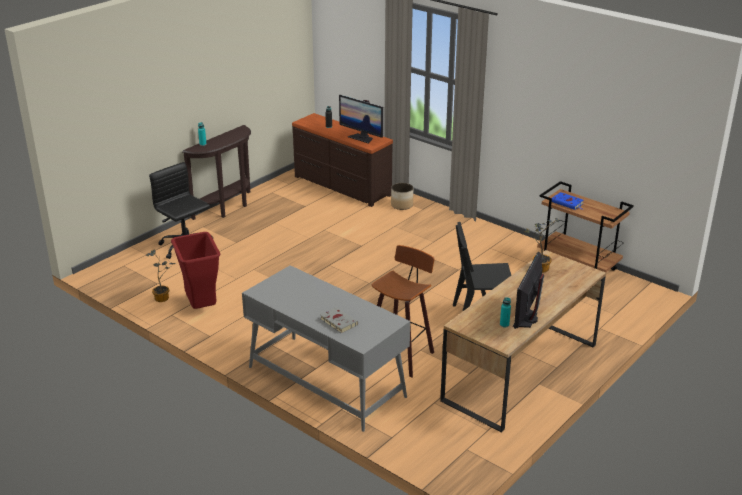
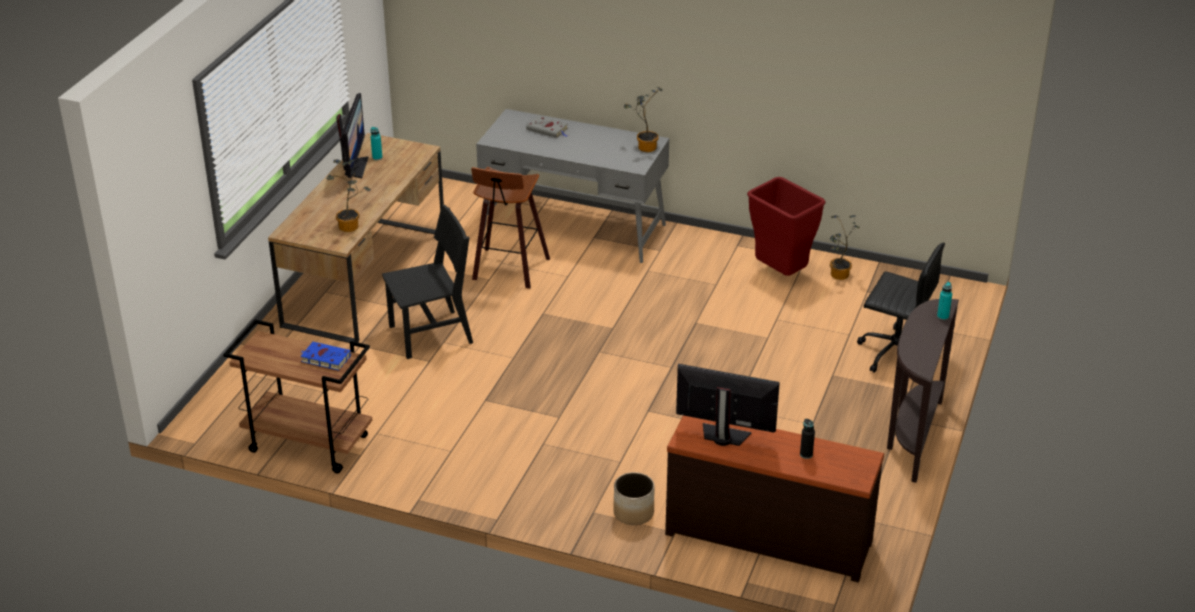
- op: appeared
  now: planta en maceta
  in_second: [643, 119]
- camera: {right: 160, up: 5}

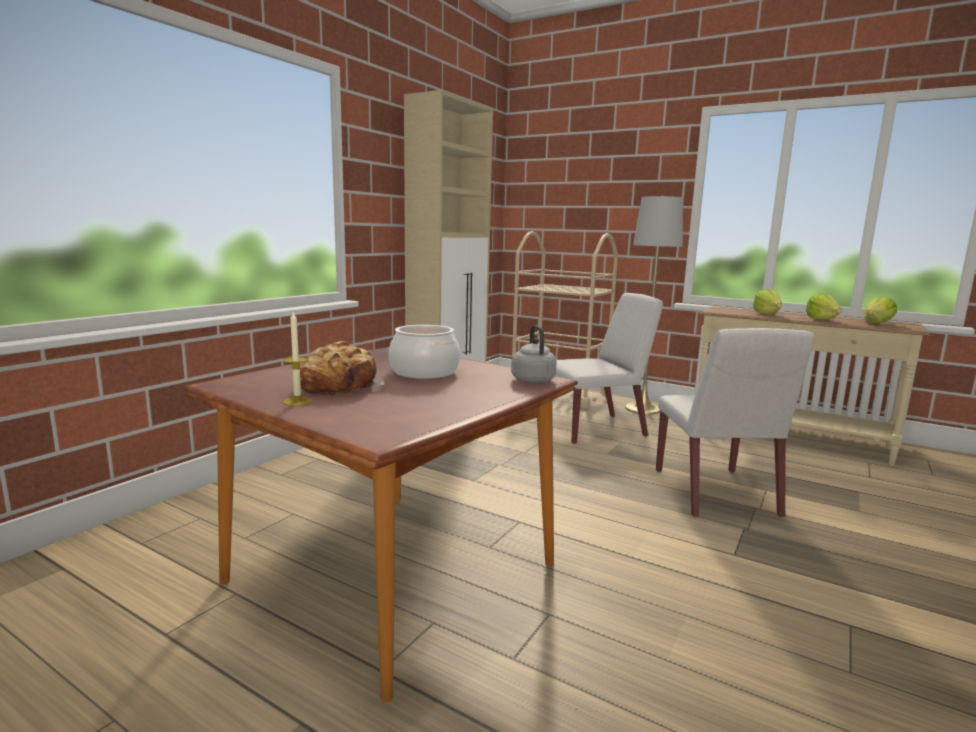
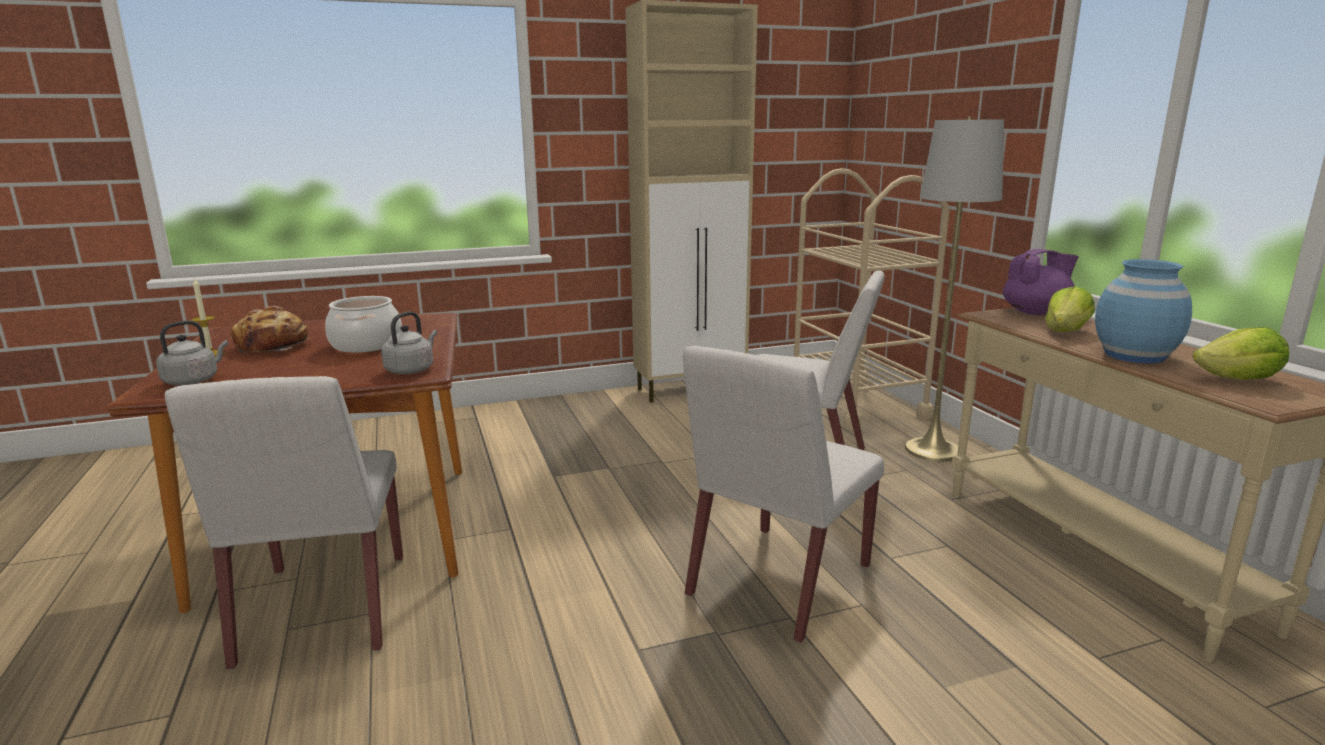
- op: appeared
  now: hervidor/gris
  in_second: [192, 352]
- op: appeared
  now: silla/blanco
  in_second: [284, 523]
- op: appeared
  now: tetera/morado
  in_second: [1041, 282]
- op: exchanged
  was: lechuga
  now: florero/azul
  in_first: [823, 306]
  in_second: [1143, 311]
- camera: {right: 40, up: 5}

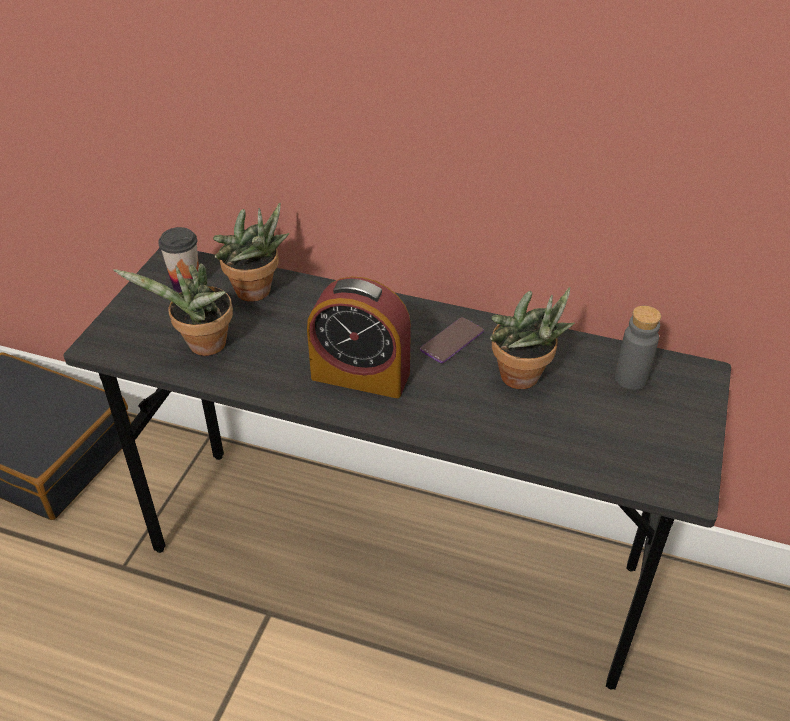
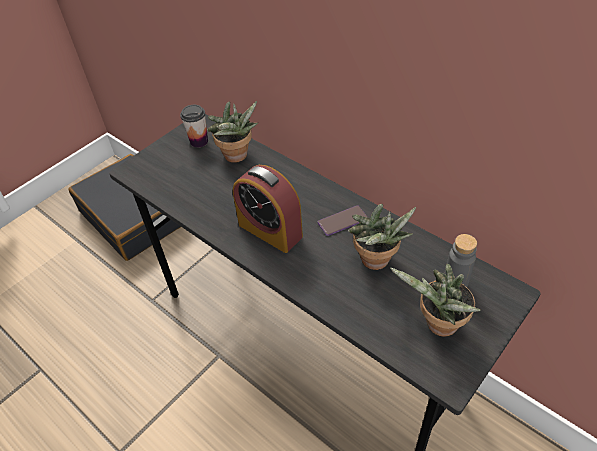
- op: relocated
  was: planta en maceta
  in_first: [173, 309]
  in_second: [435, 300]
- camera: {right: 25, up: 5}

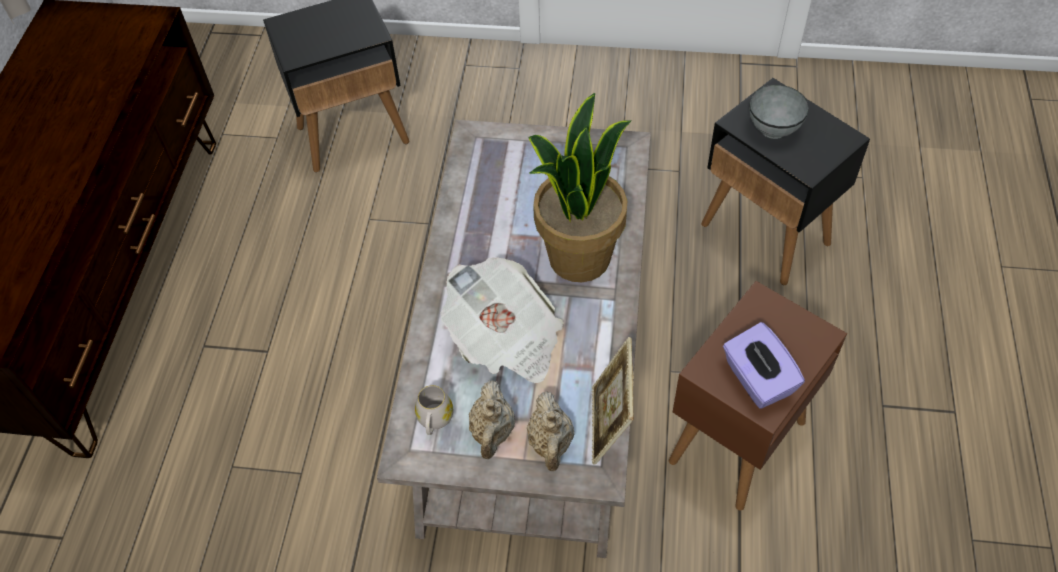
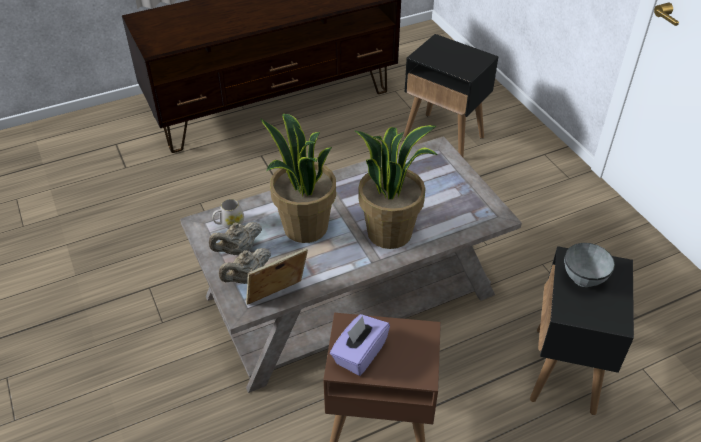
- op: exchanged
  was: periódico
  now: planta en maceta
  in_first: [502, 320]
  in_second: [298, 178]
- camera: {right: 55, up: -10}

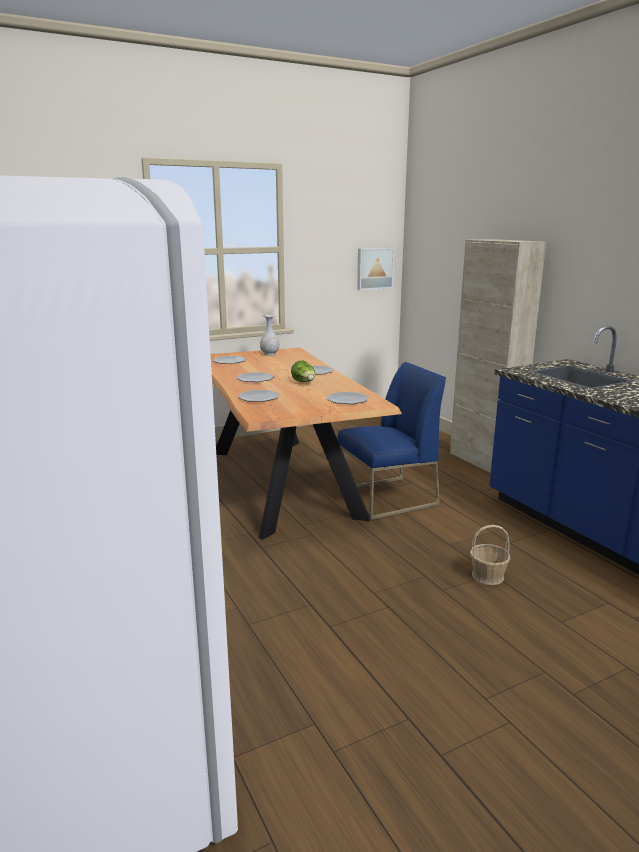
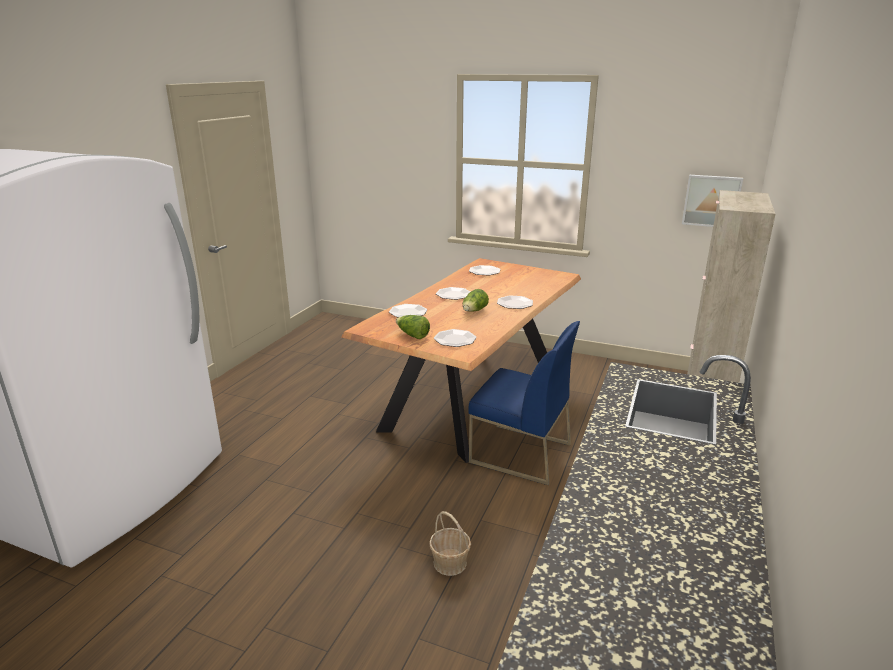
- op: missing
  was: florero/blanco
  in_first: [270, 335]
- op: appeared
  now: lechuga
  in_second: [413, 327]
- camera: {right: 50, up: 5}

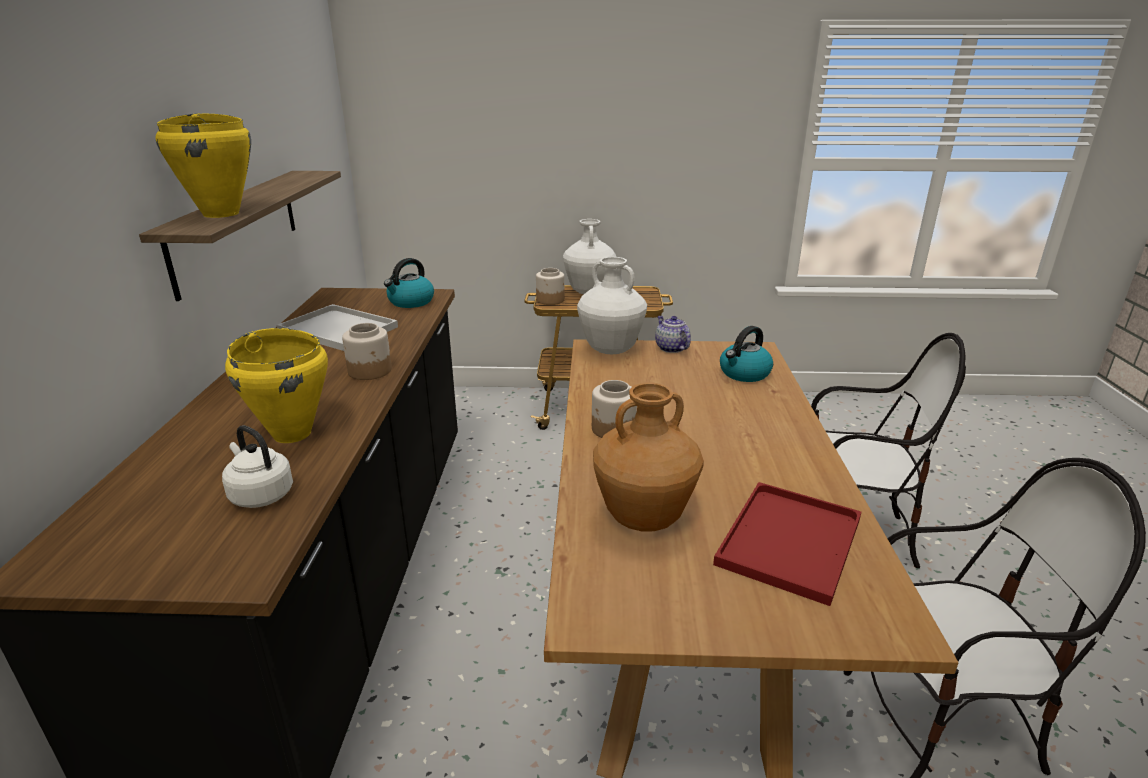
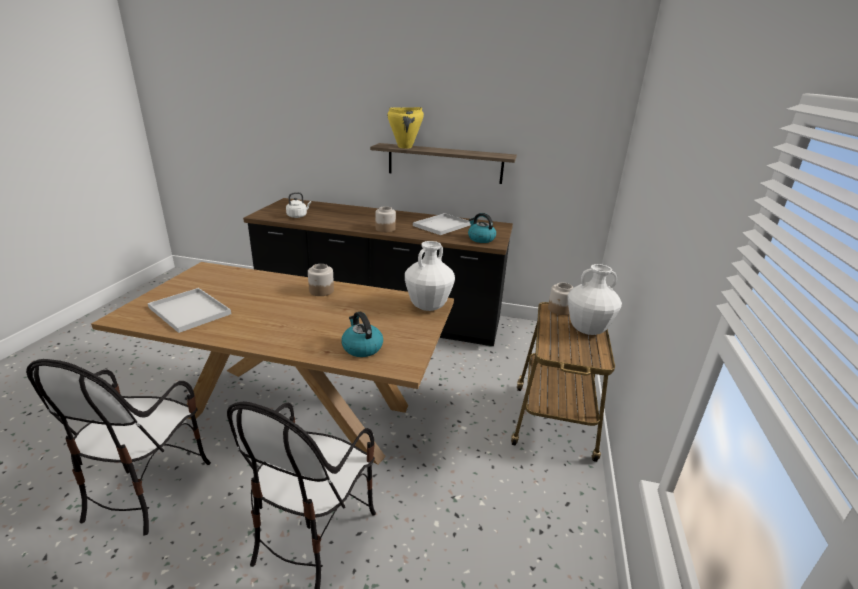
- op: missing
  was: olla/amarillo
  in_first: [276, 385]
- op: missing
  was: florero/marrón
  in_first: [648, 457]
- op: missing
  was: tetera
  in_first: [673, 334]
- op: colour
  was: bandeja/rojo
  now: bandeja/blanco
  in_first: [787, 544]
  in_second: [189, 310]
- camera: {right: 100, up: 0}

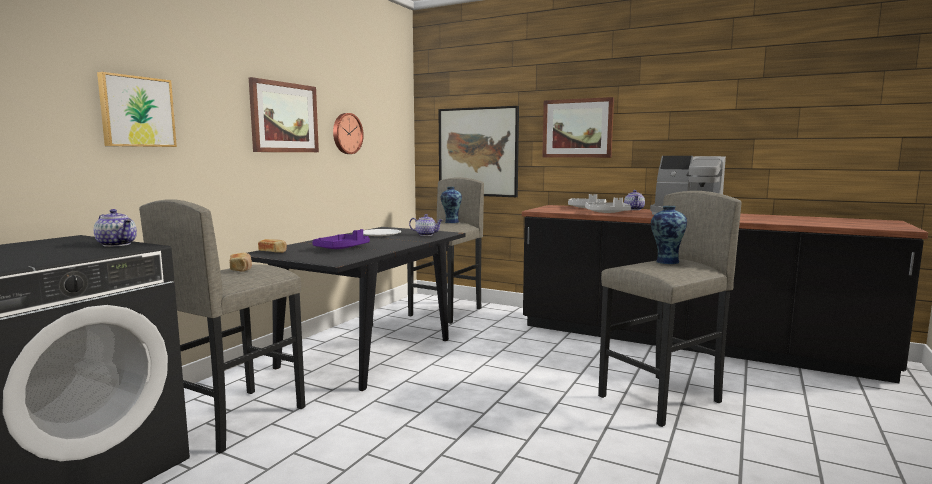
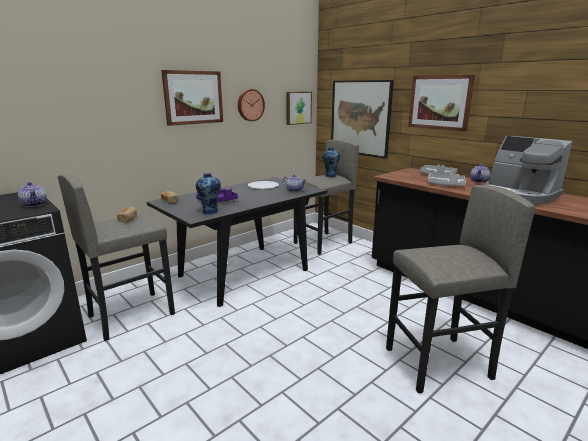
- op: relocated
  was: cuadro
  in_first: [137, 109]
  in_second: [299, 108]
- op: relocated
  was: florero
  in_first: [669, 235]
  in_second: [208, 194]
- camera: {right: 20, up: 10}

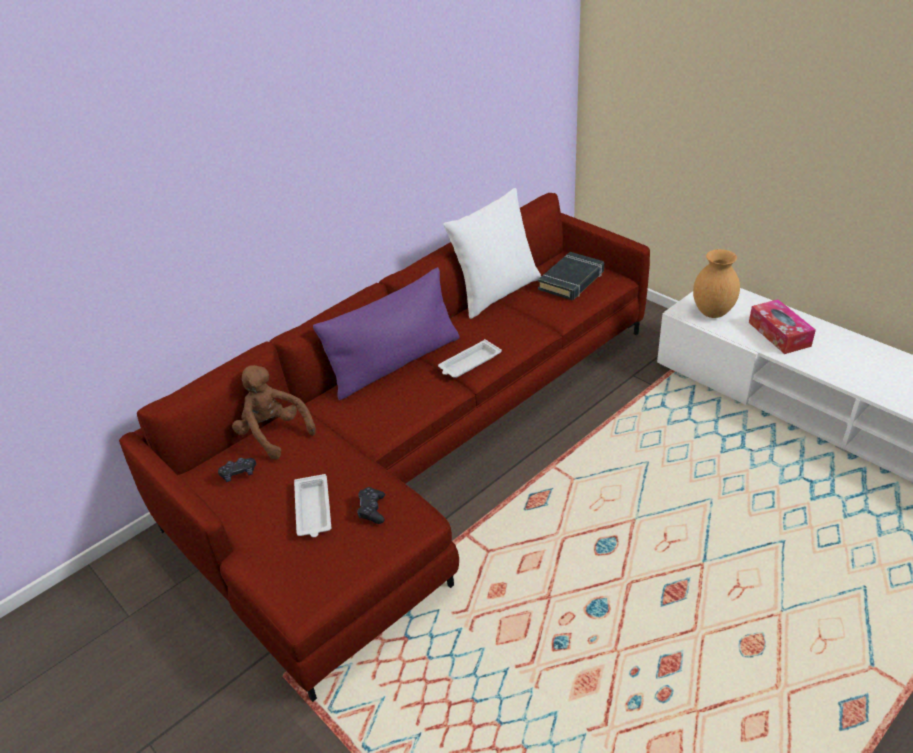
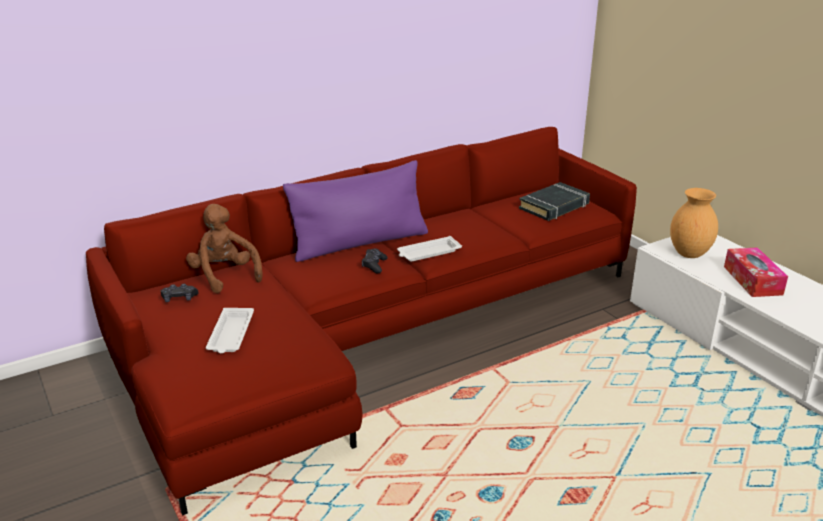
- op: missing
  was: cojín/blanco
  in_first: [492, 253]
- op: relocated
  was: mando de consola/negro
  in_first: [371, 505]
  in_second: [375, 260]
- camera: {right: 10, up: -10}

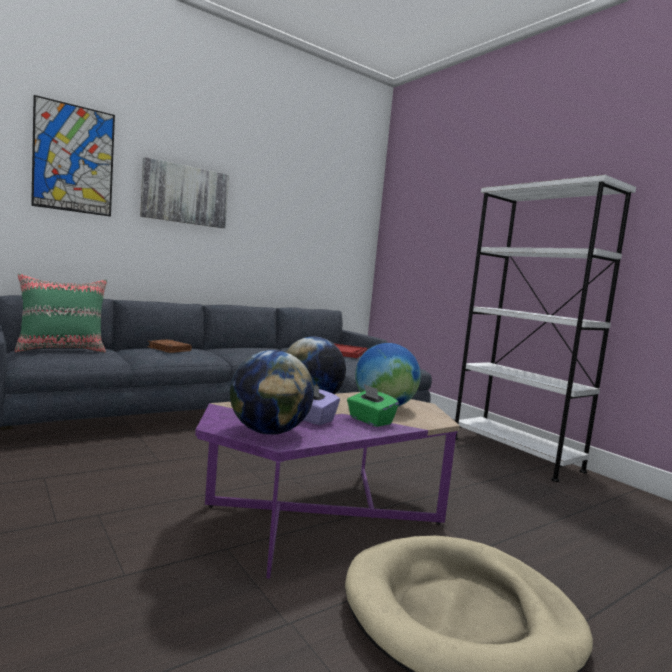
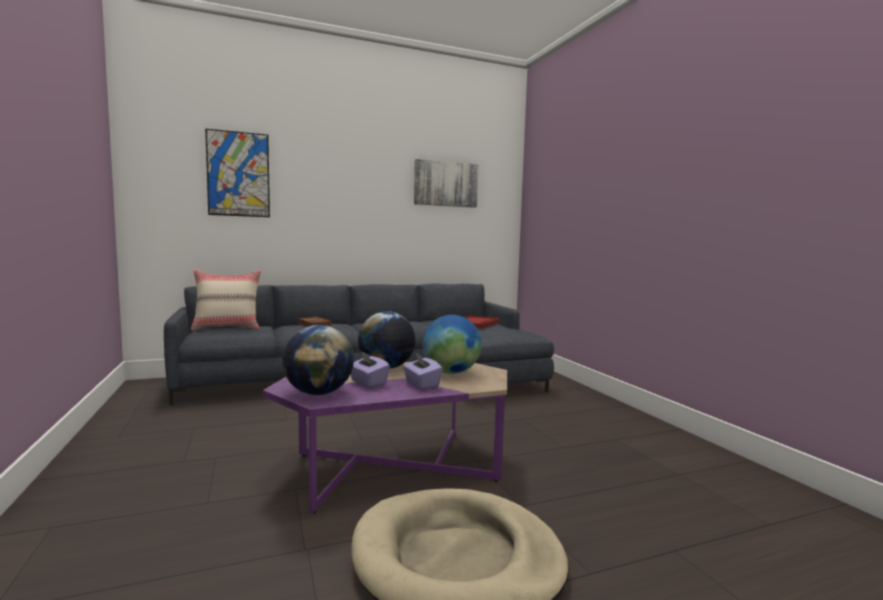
- op: missing
  was: estantería/blanco
  in_first: [545, 328]
- op: relocated
  was: cuadro
  in_first: [184, 192]
  in_second: [446, 183]
- op: colour
  was: cojín/verde
  now: cojín/beis
  in_first: [61, 313]
  in_second: [226, 300]
- op: colour
  was: caja de pañuelos/verde
  now: caja de pañuelos/morado
  in_first: [373, 405]
  in_second: [422, 371]
- camera: {right: 15, up: 0}

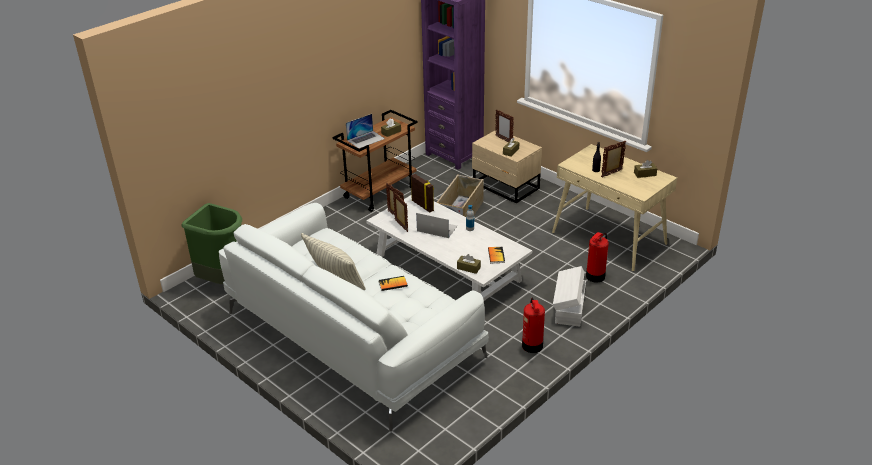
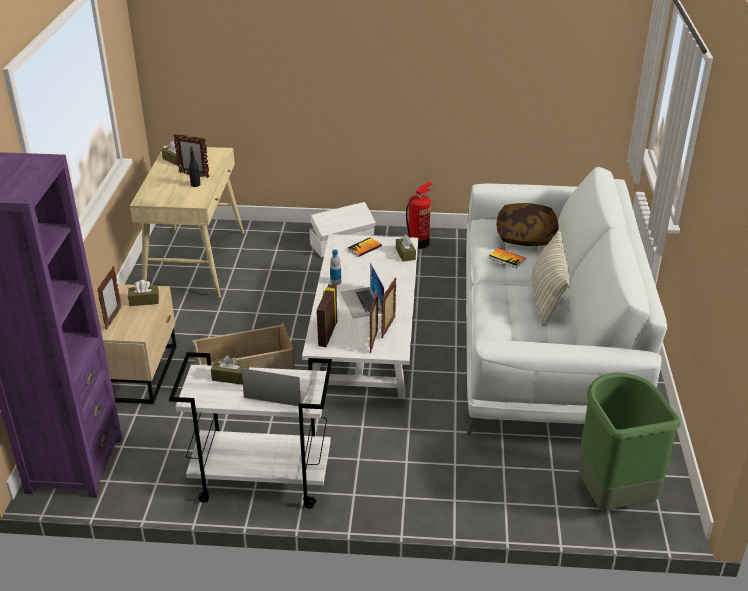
- op: missing
  was: extintor
  in_first: [597, 257]
- op: appeared
  now: cojín
  in_second: [527, 224]
- op: colour
  was: carrito/marrón
  now: carrito/blanco
  in_first: [375, 161]
  in_second: [250, 430]
- camera: {right: -130, up: 0}

